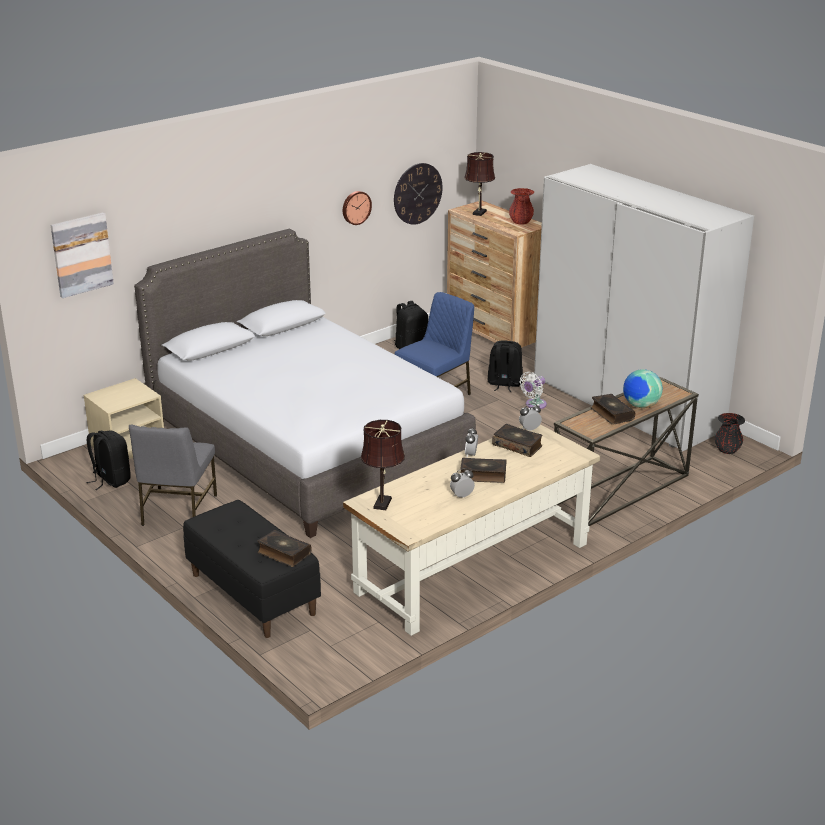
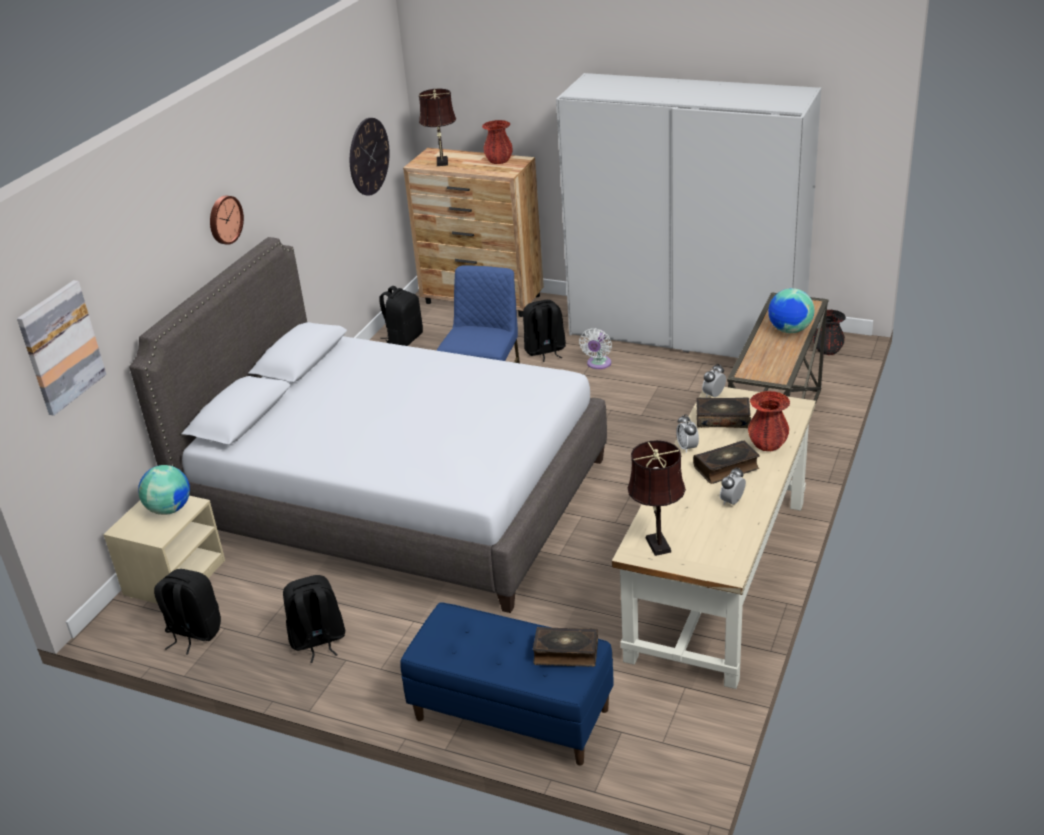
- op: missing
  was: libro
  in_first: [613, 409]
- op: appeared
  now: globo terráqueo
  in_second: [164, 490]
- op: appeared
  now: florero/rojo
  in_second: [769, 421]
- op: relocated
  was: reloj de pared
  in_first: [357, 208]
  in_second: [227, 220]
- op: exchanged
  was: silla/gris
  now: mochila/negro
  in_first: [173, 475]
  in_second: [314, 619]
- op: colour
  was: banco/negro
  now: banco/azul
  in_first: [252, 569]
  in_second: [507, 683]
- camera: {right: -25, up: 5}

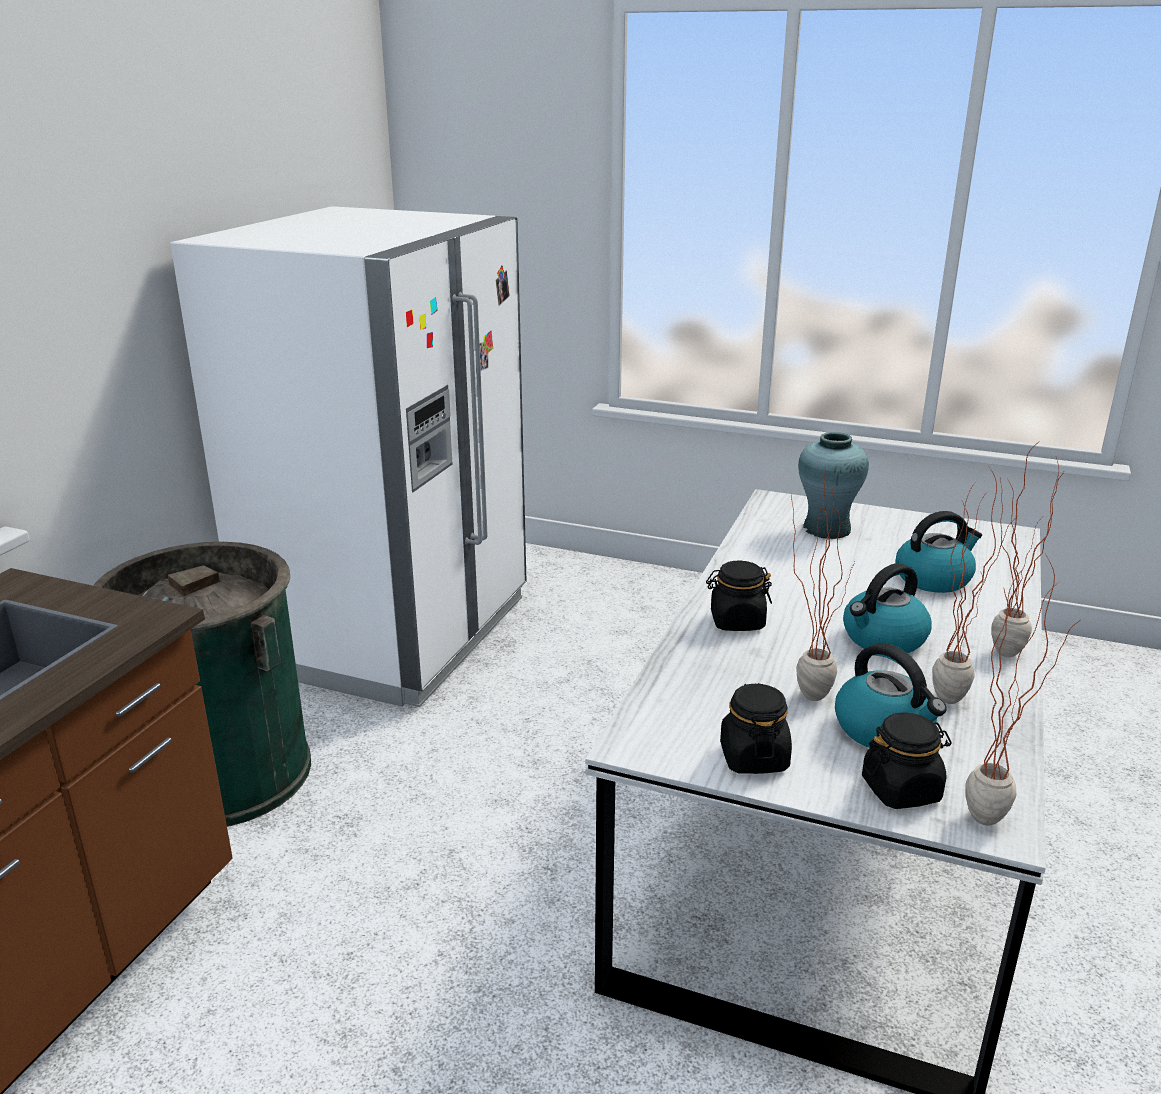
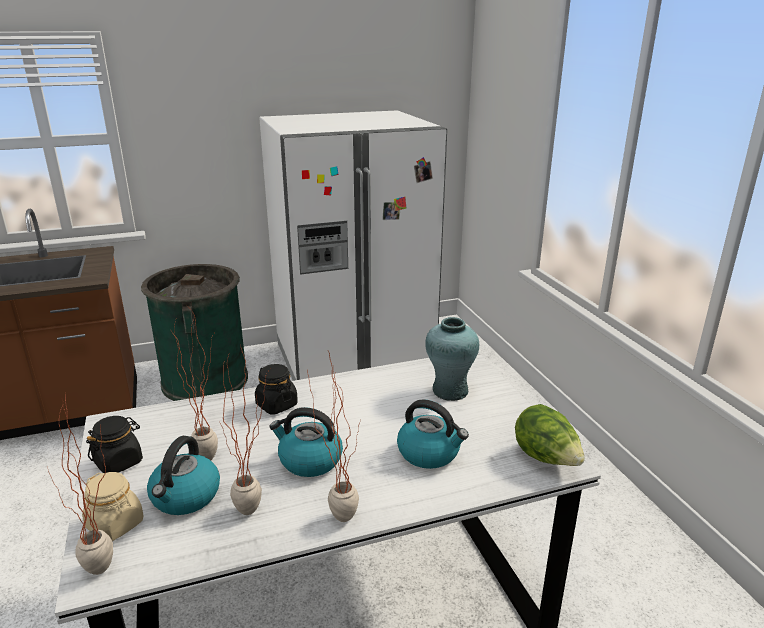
- op: appeared
  now: lechuga
  in_second: [550, 435]
- op: colour
  was: tarro/negro
  now: tarro/beis
  in_first: [907, 760]
  in_second: [113, 506]
- camera: {right: 50, up: 0}

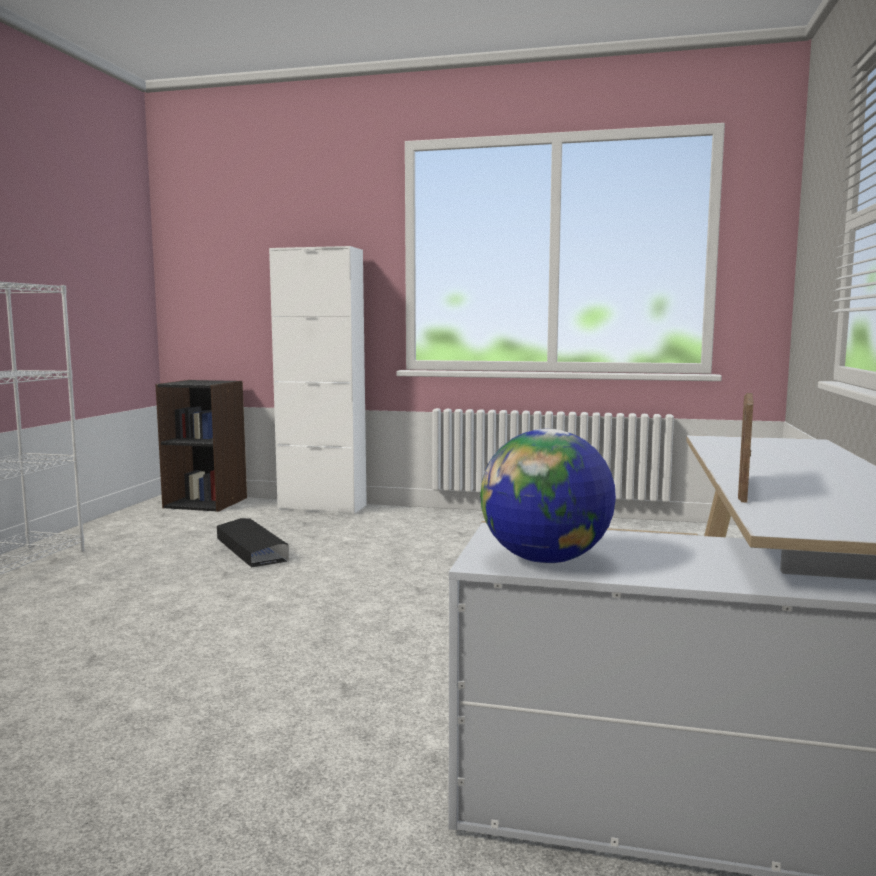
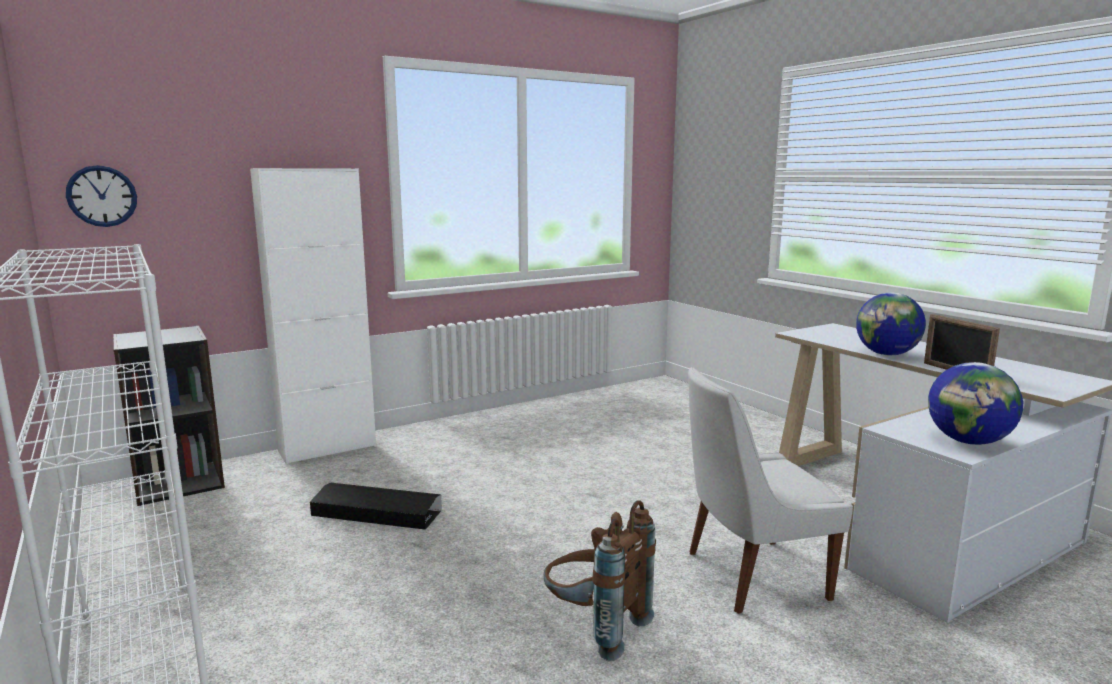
- op: appeared
  now: reloj de pared
  in_second: [101, 196]
- op: appeared
  now: mochila/marrón
  in_second: [600, 580]
- op: appeared
  now: silla/blanco
  in_second: [770, 490]
- op: appeared
  now: globo terráqueo
  in_second: [891, 324]
- camera: {right: -45, up: 5}

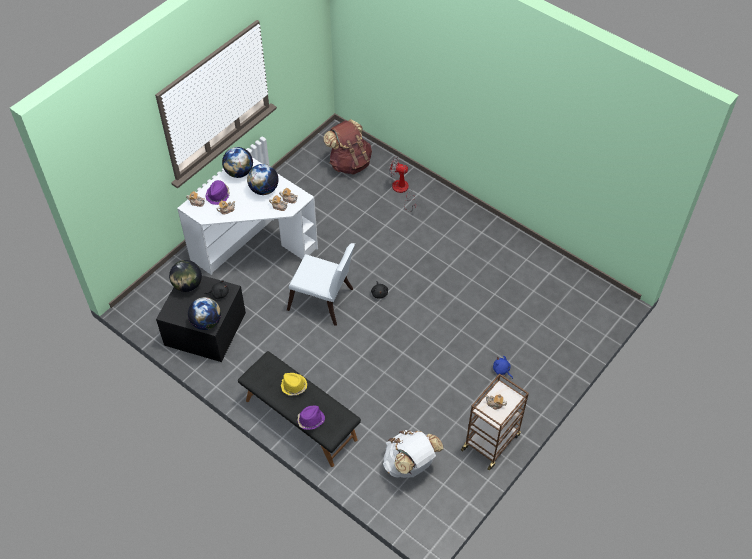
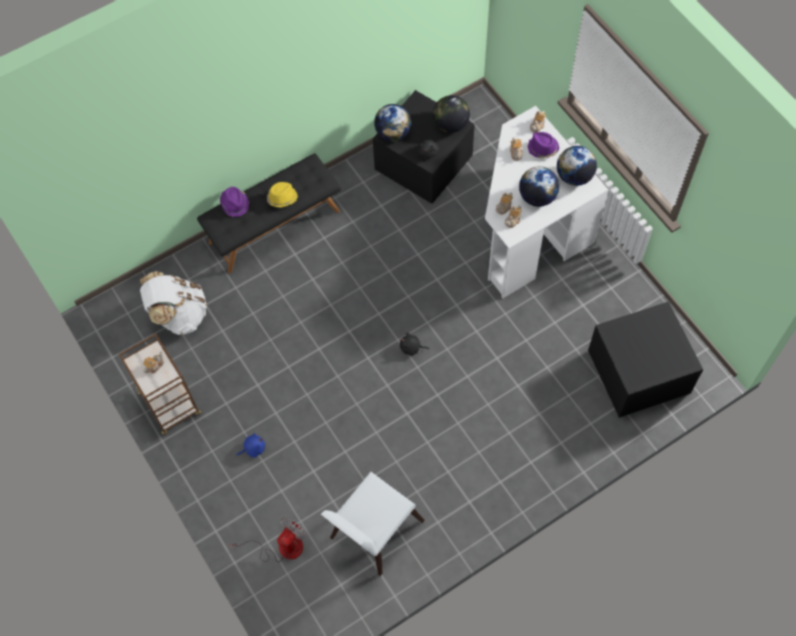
- op: relocated
  was: silla/blanco
  in_first: [321, 284]
  in_second: [373, 524]
- op: relocated
  was: ventilador
  in_first: [403, 184]
  in_second: [267, 539]
- op: exchanged
  was: mochila/marrón
  now: caja de almacenaje/negro
  in_first: [348, 146]
  in_second: [645, 359]
- camera: {right: 110, up: 10}

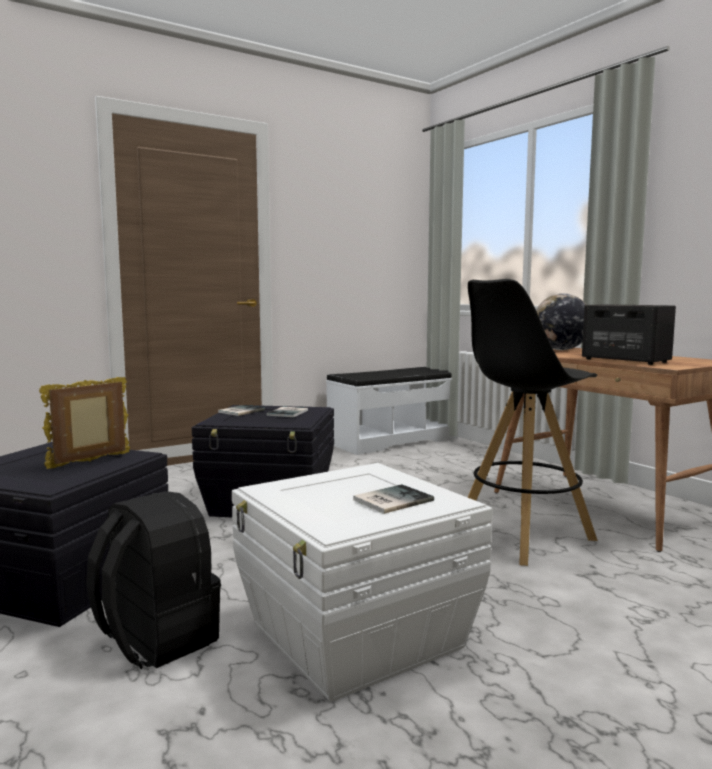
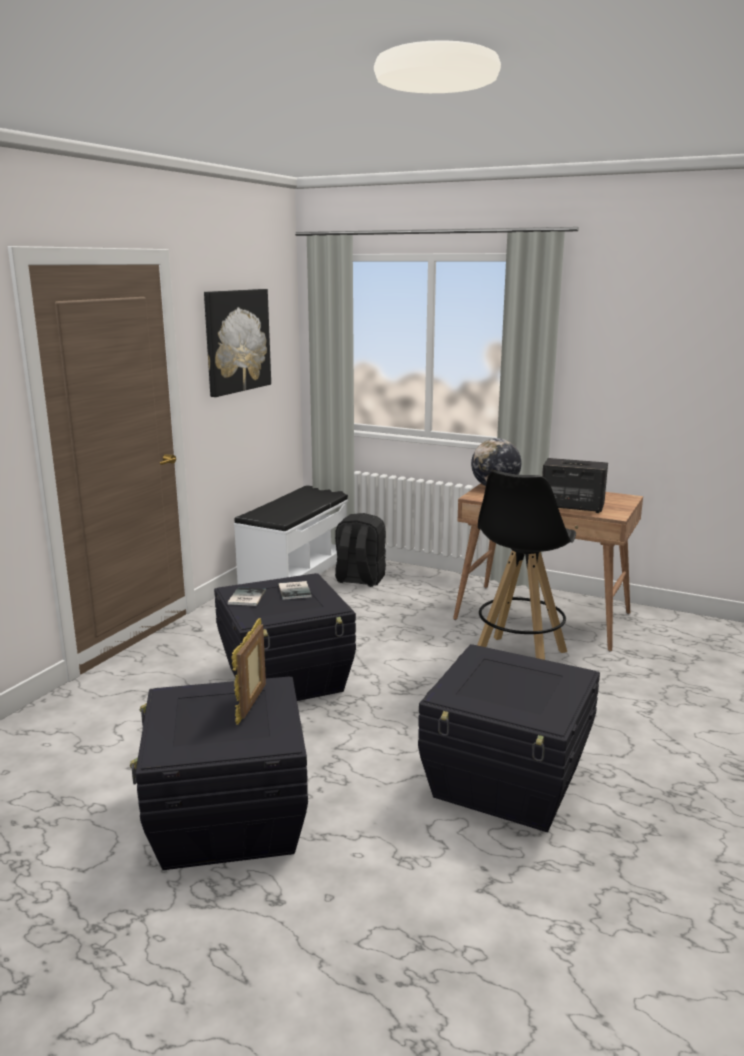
- op: missing
  was: libro
  in_first: [393, 499]
- op: appeared
  now: cuadro
  in_second: [237, 343]
- op: relocated
  was: mochila/negro
  in_first: [153, 580]
  in_second: [360, 550]
- op: colour
  was: caja de almacenaje/blanco
  now: caja de almacenaje/negro
  in_first: [362, 582]
  in_second: [509, 738]
- camera: {right: -30, up: 10}

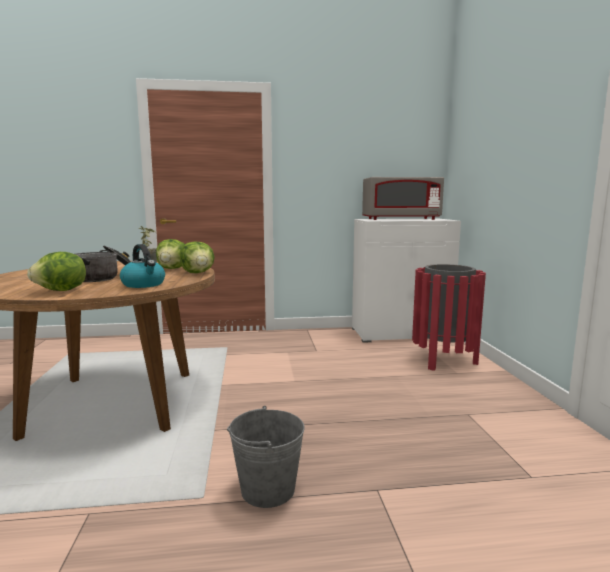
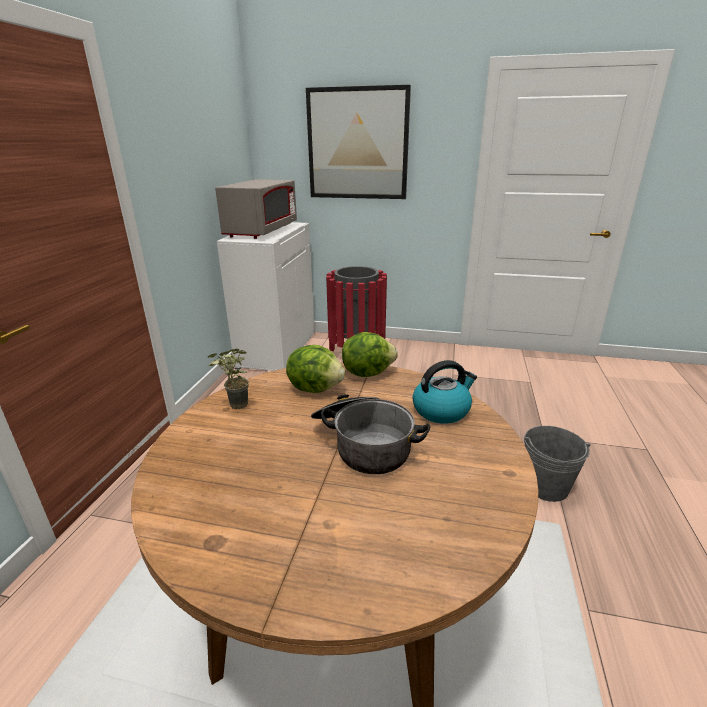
- op: missing
  was: lechuga
  in_first: [56, 271]
- op: appeared
  now: cuadro
  in_second: [358, 142]
- camera: {right: -70, up: 15}

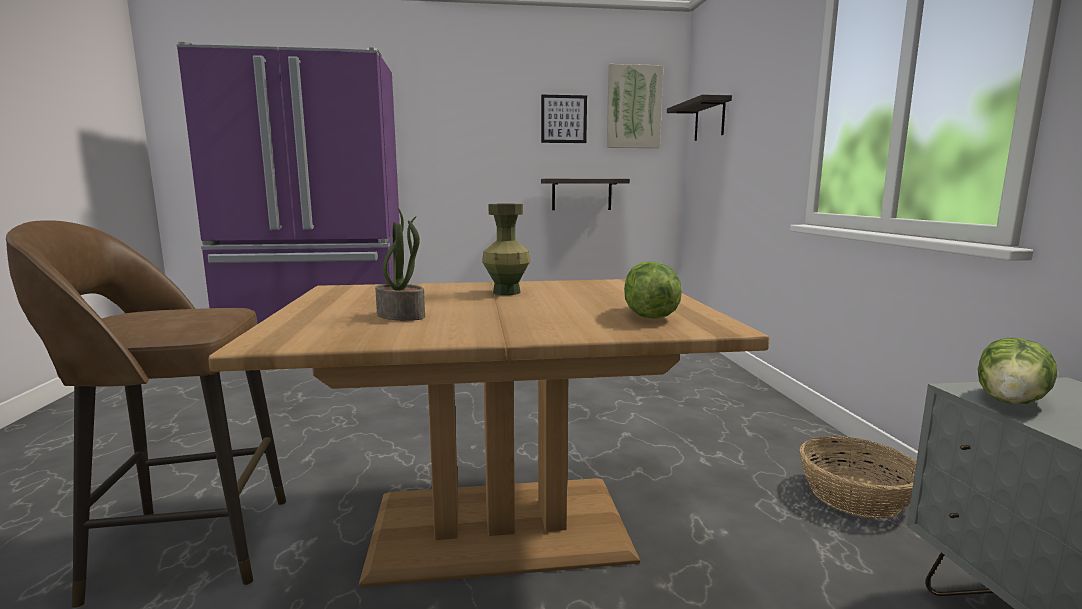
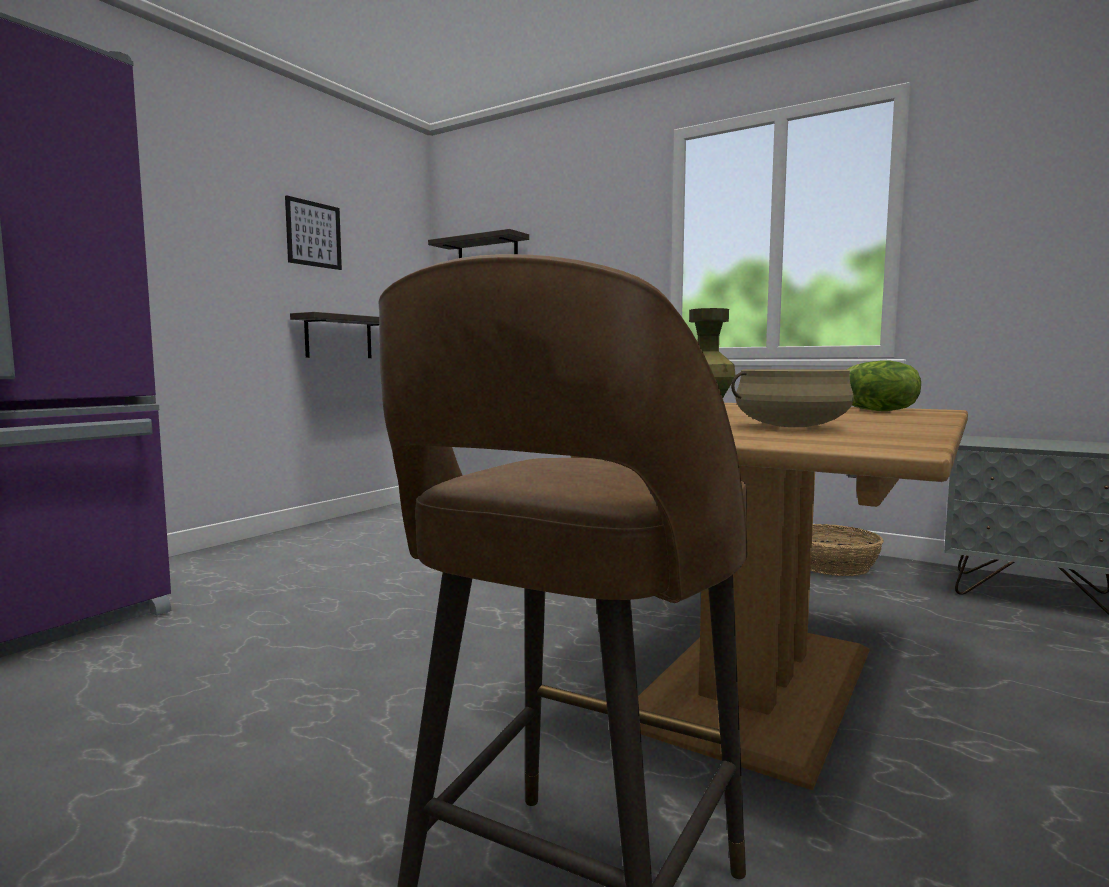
- op: missing
  was: cuadro
  in_first: [635, 106]
- op: missing
  was: lechuga
  in_first: [1017, 371]
- op: exchanged
  was: planta en maceta
  now: olla/beis
  in_first: [400, 264]
  in_second: [792, 398]
- camera: {right: -50, up: -5}

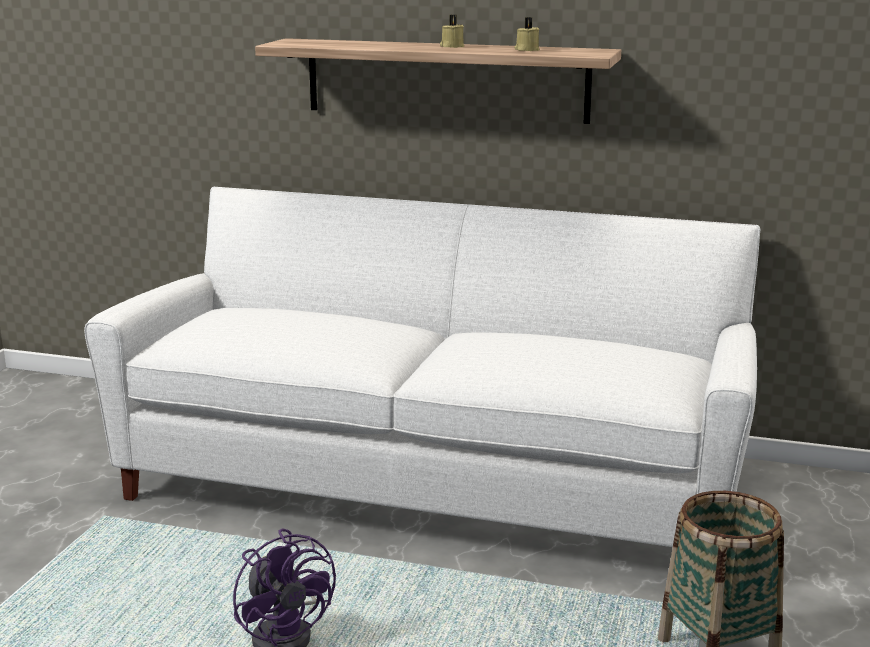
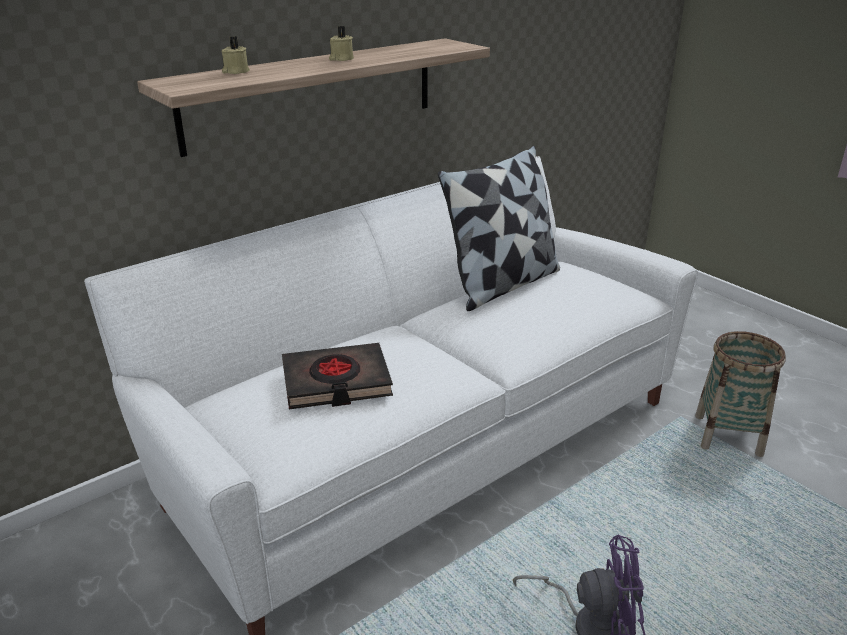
- op: appeared
  now: libro/negro
  in_second: [337, 376]
- op: appeared
  now: cojín
  in_second: [499, 228]
- op: relocated
  was: vela/beis
  in_first: [527, 34]
  in_second: [235, 55]
- camera: {right: -55, up: 10}

